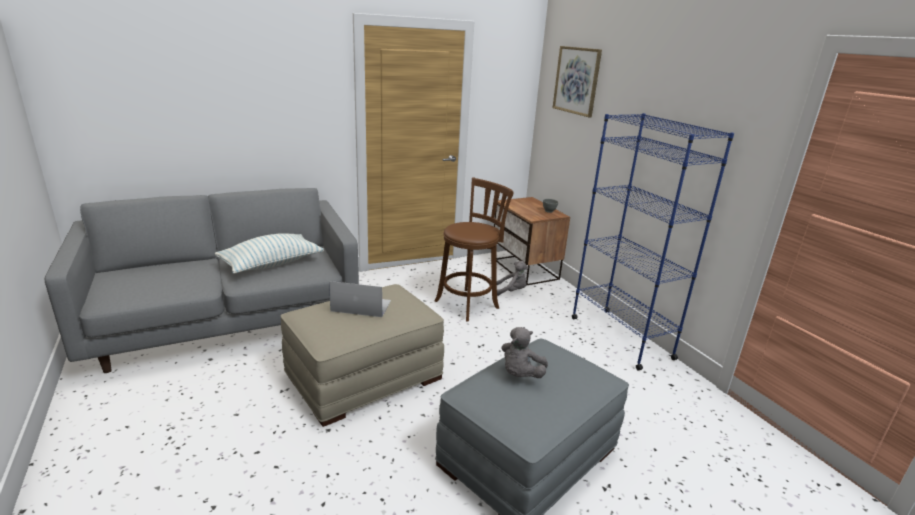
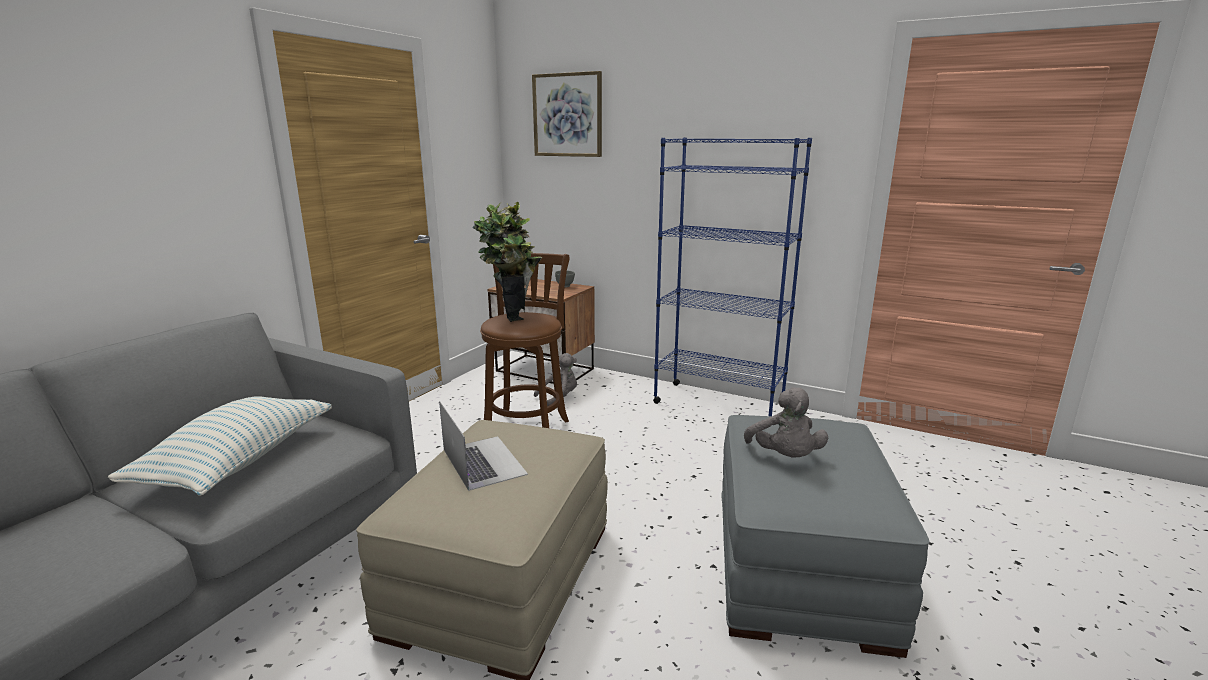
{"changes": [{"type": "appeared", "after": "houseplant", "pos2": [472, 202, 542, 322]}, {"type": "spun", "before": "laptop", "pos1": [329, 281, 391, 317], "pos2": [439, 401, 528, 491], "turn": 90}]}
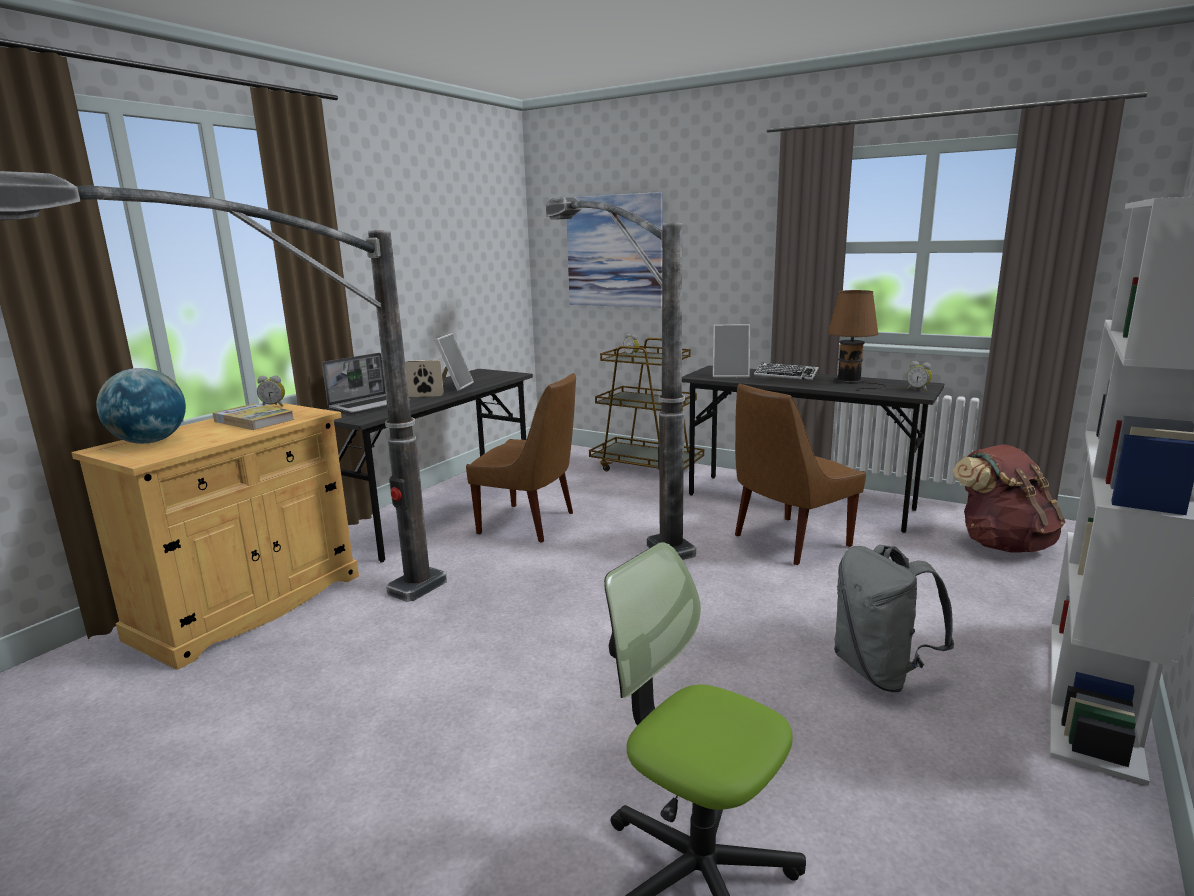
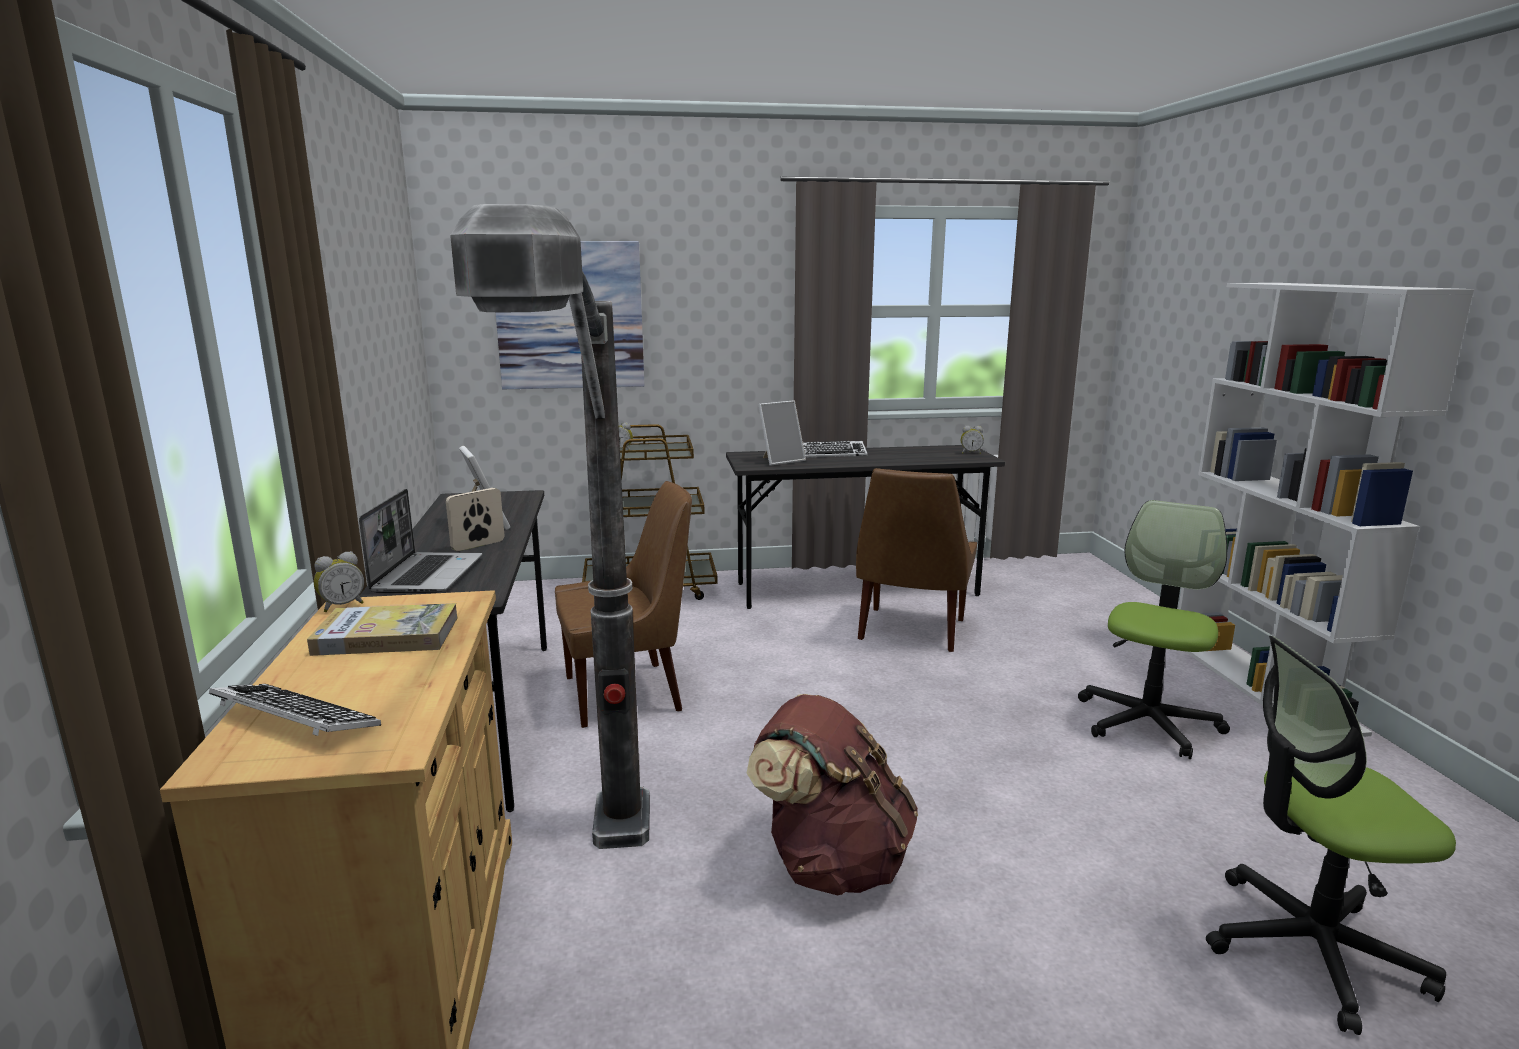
{"changes": [{"type": "missing", "before": "floor lamp", "pos1": [546, 197, 696, 560]}, {"type": "missing", "before": "brownish table lamp", "pos1": [827, 290, 885, 391]}, {"type": "relocated", "before": "brownish backpack", "pos1": [952, 444, 1065, 553], "pos2": [747, 694, 918, 895]}, {"type": "exchanged", "before": "desk globe", "after": "PC keyboard", "pos1": [96, 368, 186, 444], "pos2": [209, 684, 381, 736]}, {"type": "exchanged", "before": "greyish backpack", "after": "desk chair", "pos1": [834, 545, 954, 692], "pos2": [1078, 500, 1230, 759]}]}
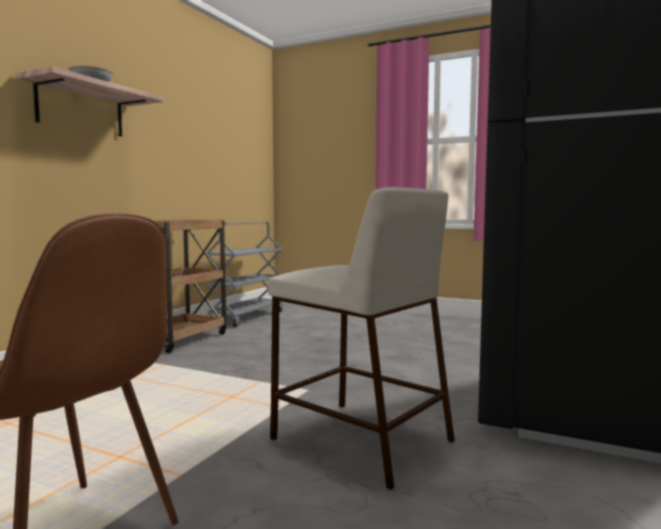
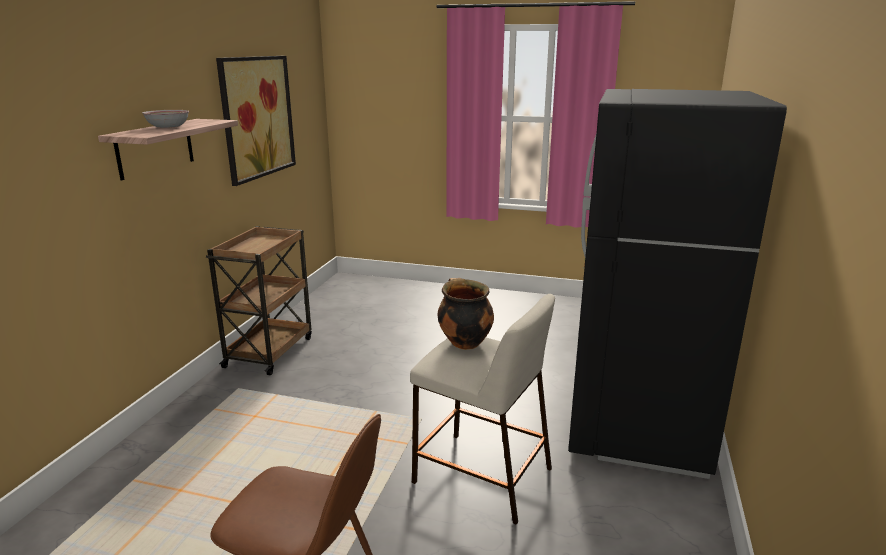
{"changes": [{"type": "missing", "before": "greyish trolley", "pos1": [207, 222, 284, 327]}, {"type": "appeared", "after": "wall art", "pos2": [216, 56, 296, 186]}, {"type": "appeared", "after": "stockpot", "pos2": [438, 278, 494, 350]}]}
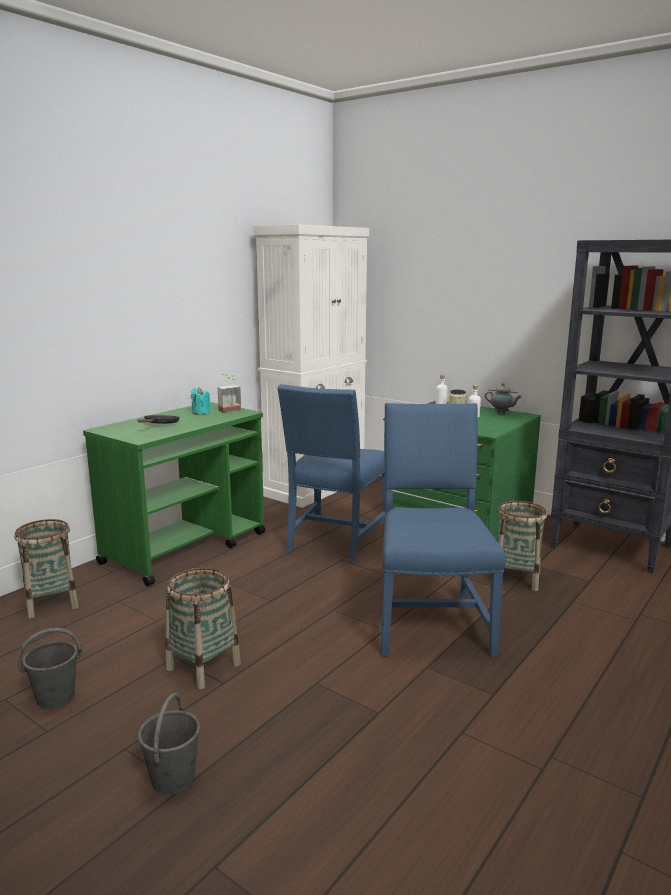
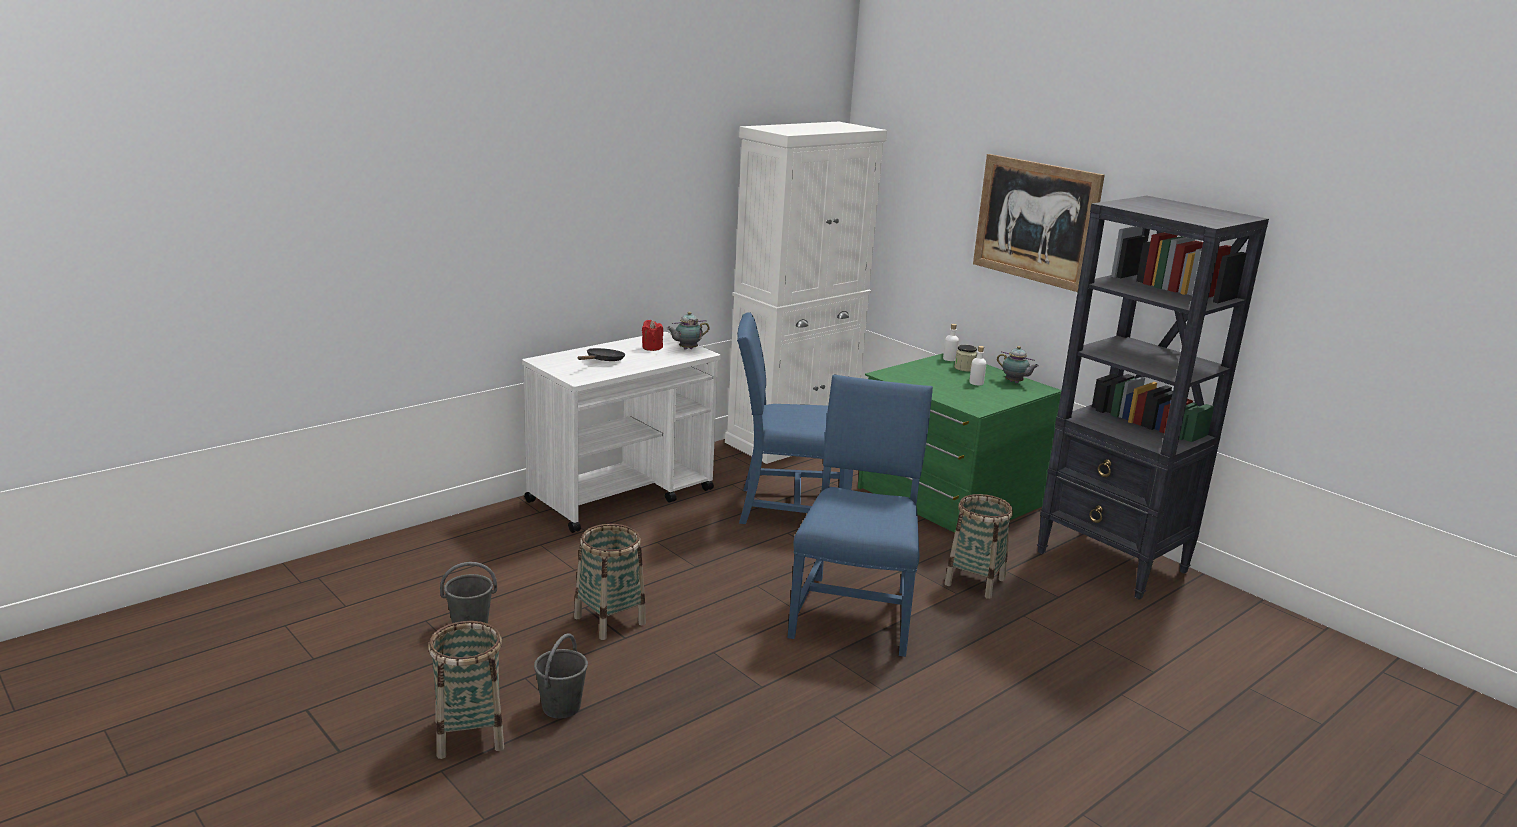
{"changes": [{"type": "appeared", "after": "wall art", "pos2": [973, 154, 1105, 292]}, {"type": "relocated", "before": "basket", "pos1": [14, 519, 79, 619], "pos2": [428, 621, 504, 759]}, {"type": "exchanged", "before": "houseplant", "after": "teapot", "pos1": [218, 374, 241, 413], "pos2": [666, 312, 710, 350]}, {"type": "colour", "before": "green trolley", "after": "whitish trolley", "pos1": [83, 402, 266, 586], "pos2": [522, 332, 721, 533]}, {"type": "colour", "before": "blue-green candle", "after": "reddish candle", "pos1": [191, 388, 211, 415], "pos2": [642, 320, 663, 351]}, {"type": "spun", "before": "blue chair", "pos1": [277, 384, 386, 563], "pos2": [737, 312, 853, 524], "turn": 60}]}
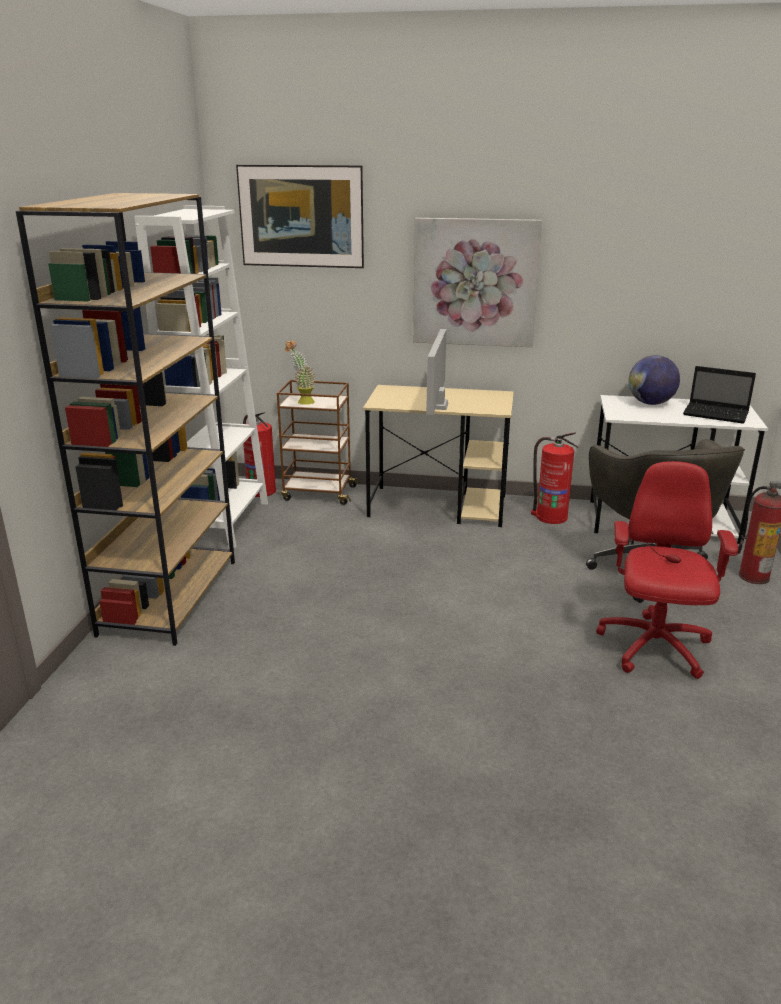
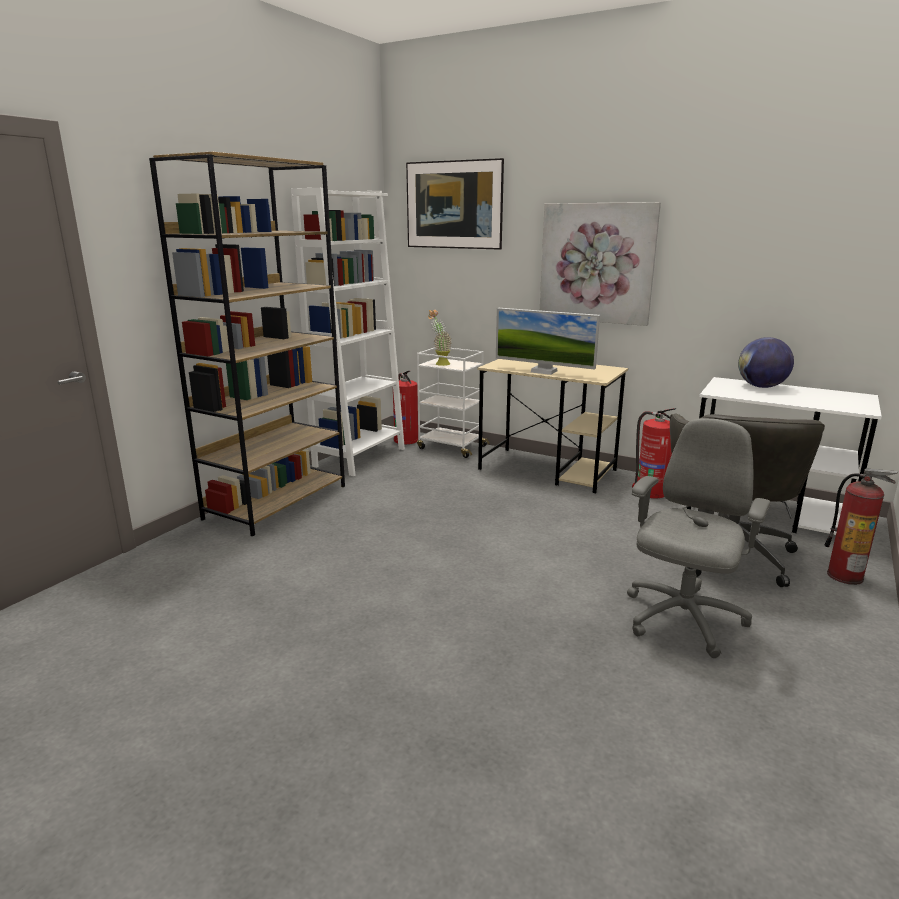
{"changes": [{"type": "missing", "before": "laptop", "pos1": [683, 366, 756, 424]}, {"type": "colour", "before": "brownish trolley", "after": "whitish trolley", "pos1": [277, 380, 360, 505], "pos2": [417, 347, 489, 458]}, {"type": "colour", "before": "reddish desk chair", "after": "greyish desk chair", "pos1": [596, 461, 738, 679], "pos2": [627, 418, 771, 658]}, {"type": "spun", "before": "monitor", "pos1": [426, 329, 448, 415], "pos2": [496, 308, 600, 375], "turn": -90}]}
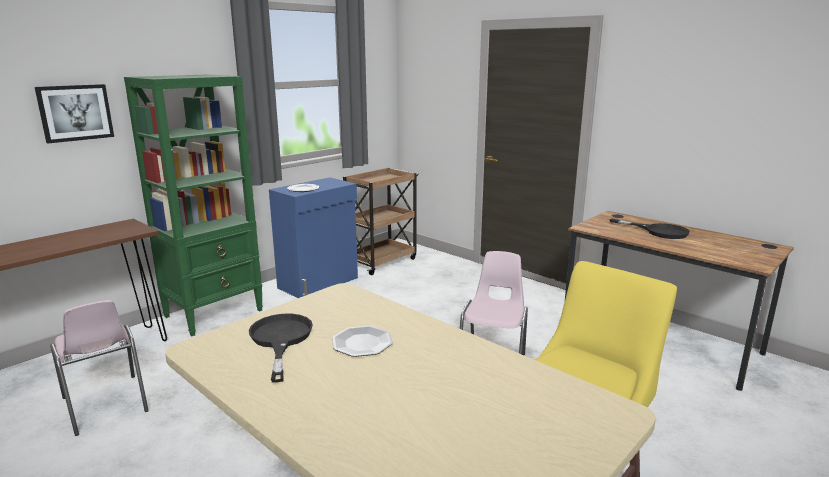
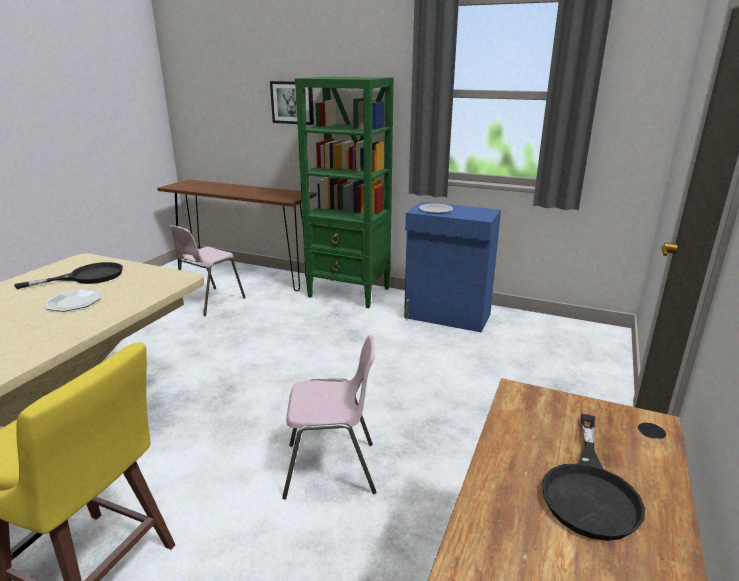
{"changes": [{"type": "missing", "before": "brownish trolley", "pos1": [343, 168, 419, 275]}]}
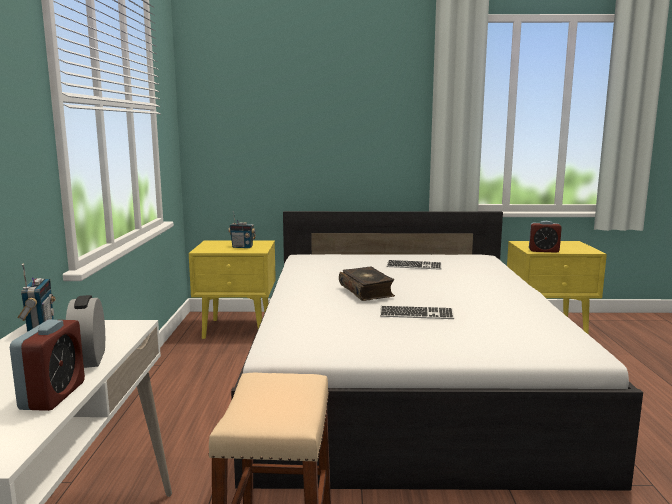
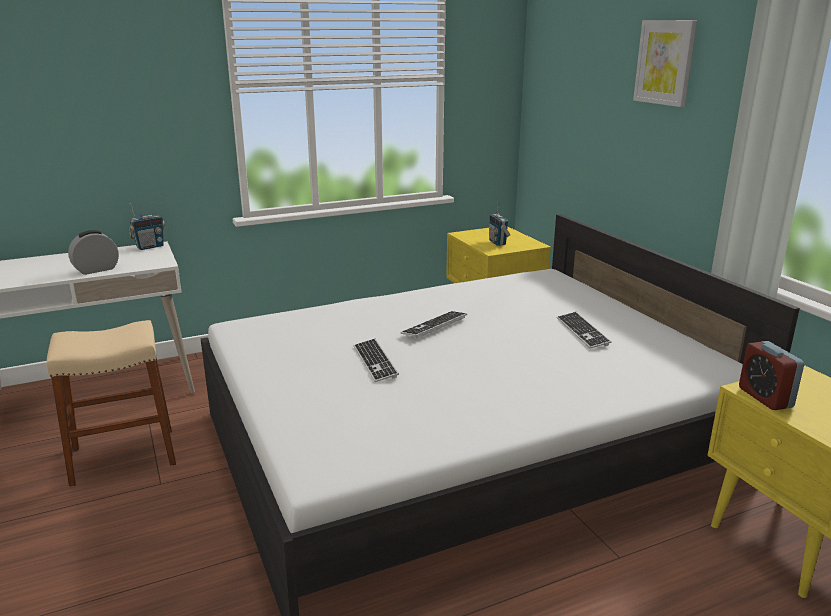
{"changes": [{"type": "missing", "before": "table clock", "pos1": [10, 320, 85, 411]}, {"type": "appeared", "after": "wall art", "pos2": [633, 20, 697, 107]}, {"type": "exchanged", "before": "volume", "after": "PC keyboard", "pos1": [339, 266, 395, 301], "pos2": [400, 311, 467, 339]}]}
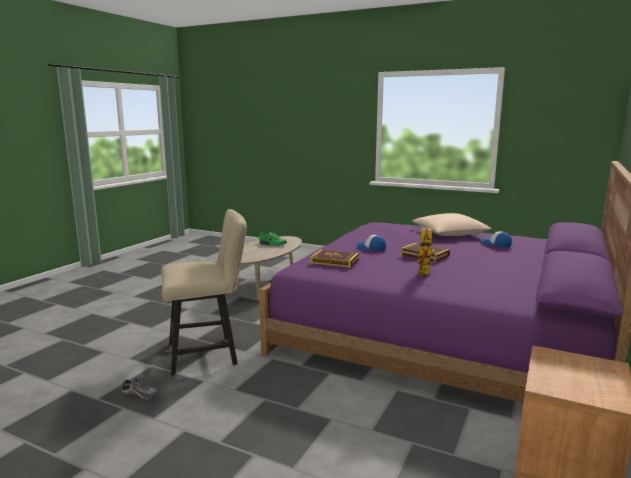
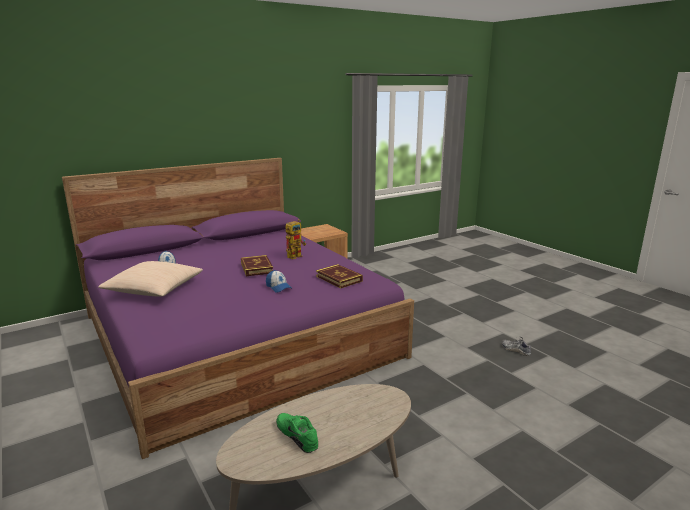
{"changes": [{"type": "missing", "before": "beige chair", "pos1": [161, 209, 247, 376]}]}
